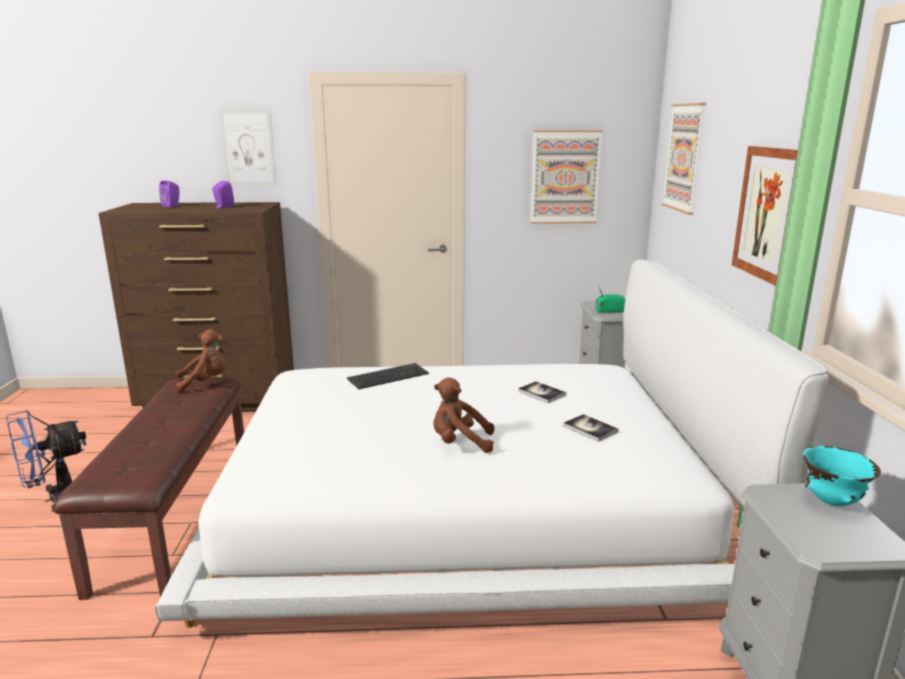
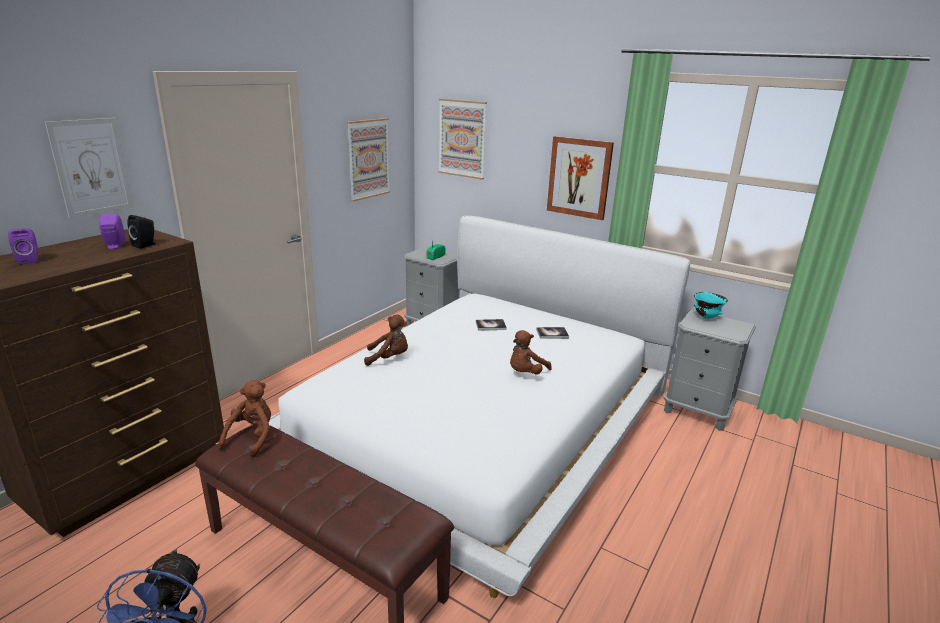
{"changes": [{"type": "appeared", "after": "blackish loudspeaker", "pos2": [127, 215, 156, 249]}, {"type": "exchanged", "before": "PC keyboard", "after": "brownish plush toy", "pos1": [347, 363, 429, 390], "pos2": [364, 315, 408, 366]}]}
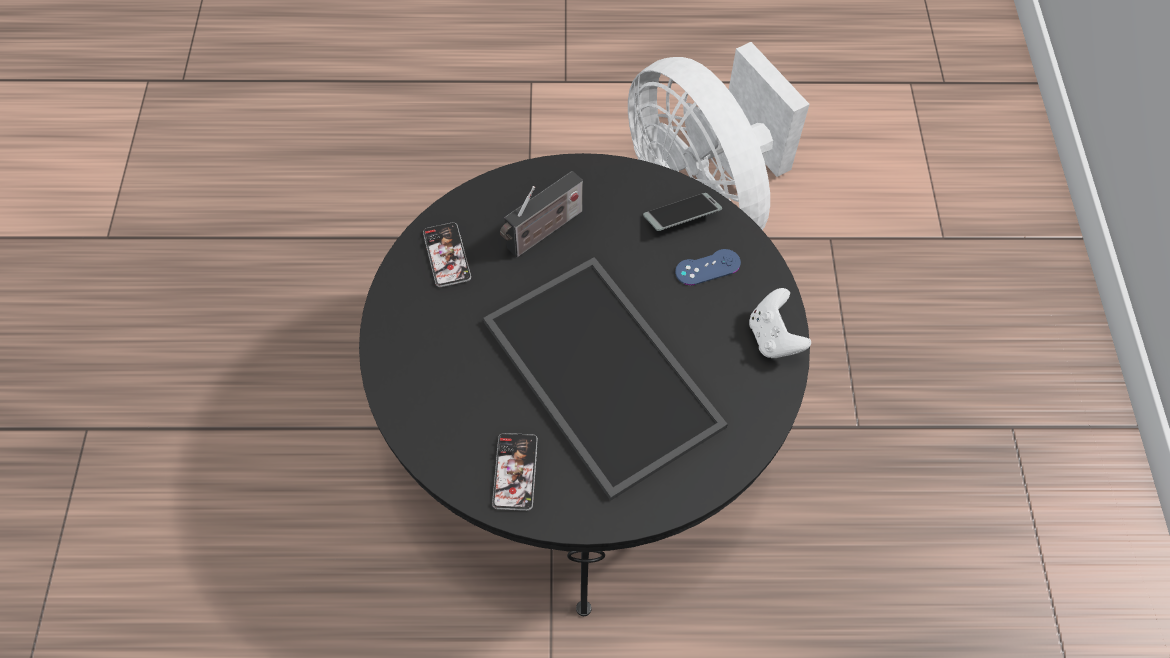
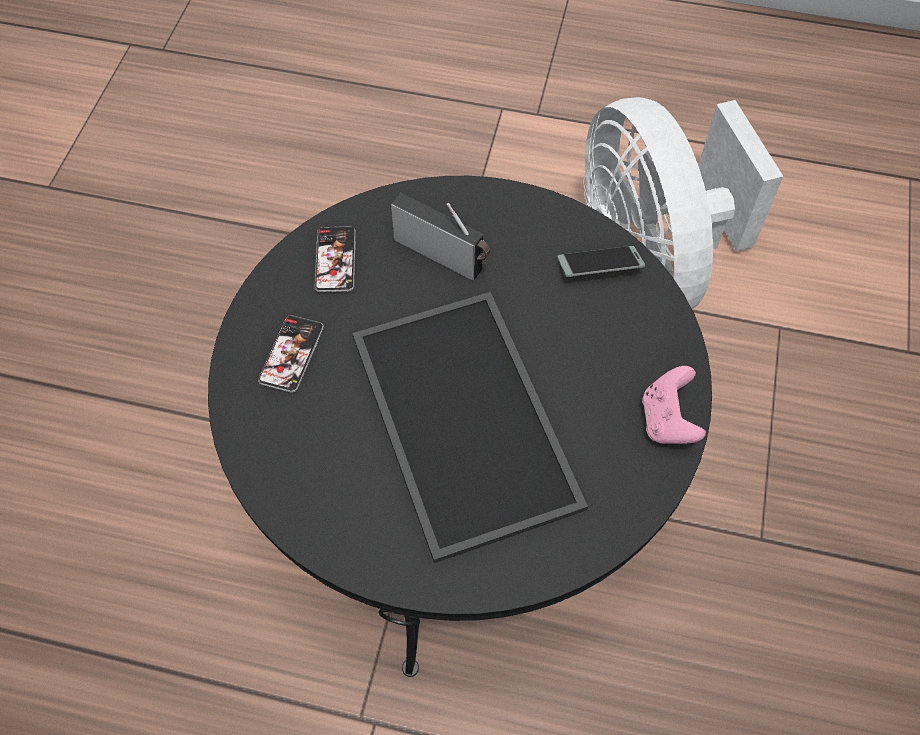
{"changes": [{"type": "missing", "before": "blue joypad", "pos1": [675, 249, 741, 285]}, {"type": "relocated", "before": "handset", "pos1": [492, 433, 538, 511], "pos2": [258, 315, 324, 393]}, {"type": "colour", "before": "whitish joypad", "after": "pink joypad", "pos1": [749, 288, 811, 358], "pos2": [642, 366, 706, 444]}, {"type": "spun", "before": "radio", "pos1": [500, 171, 583, 257], "pos2": [391, 193, 490, 281], "turn": -120}]}
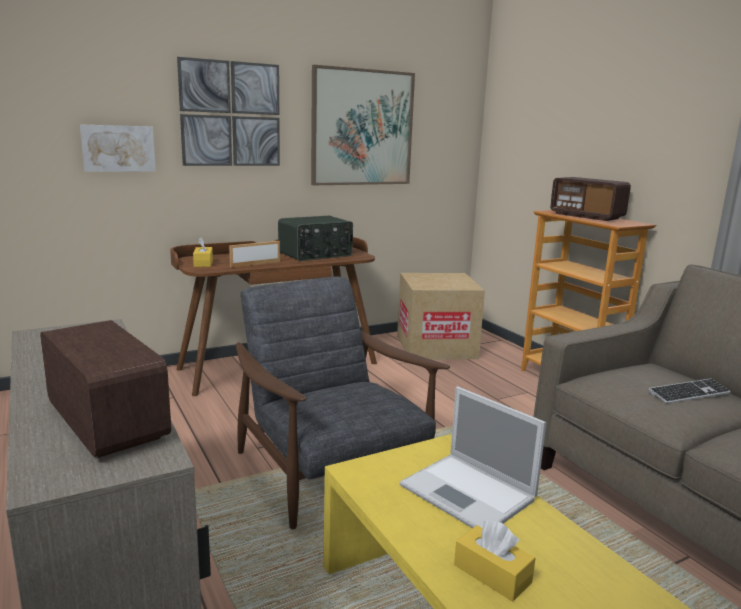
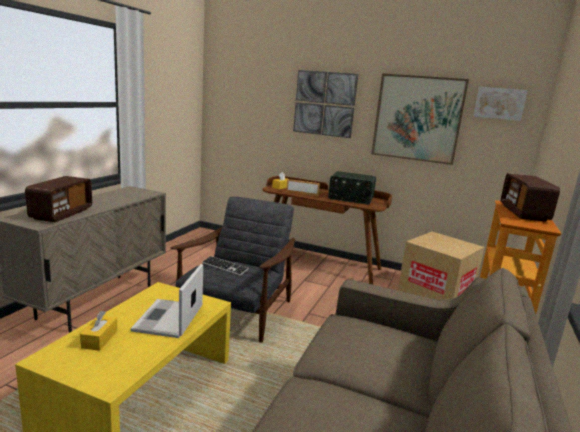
{"changes": [{"type": "relocated", "before": "wall art", "pos1": [80, 124, 156, 172], "pos2": [473, 87, 528, 121]}, {"type": "relocated", "before": "PC keyboard", "pos1": [648, 378, 731, 404], "pos2": [202, 256, 249, 276]}]}
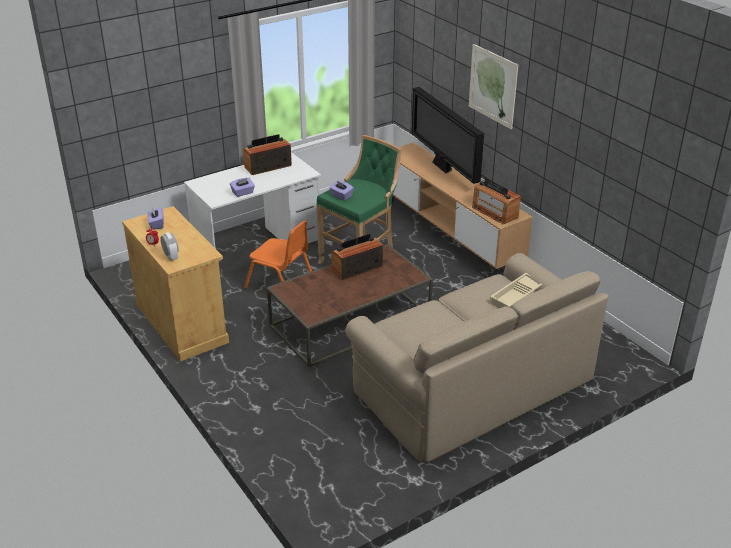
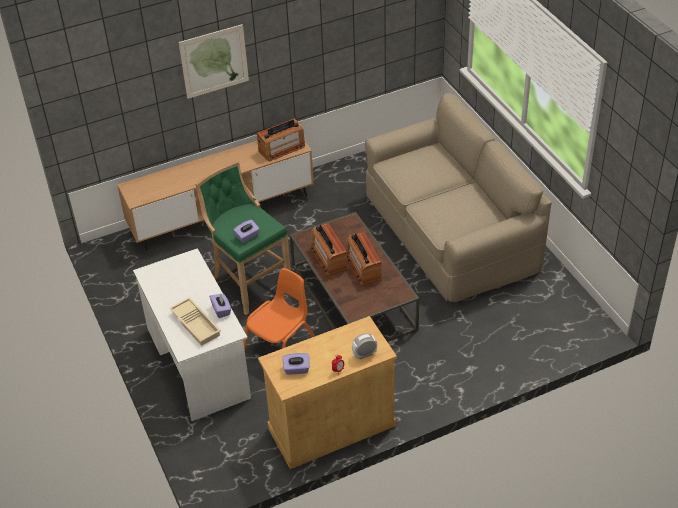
{"changes": [{"type": "missing", "before": "TV set", "pos1": [411, 87, 484, 184]}, {"type": "relocated", "before": "radio", "pos1": [243, 134, 292, 175], "pos2": [346, 232, 382, 286]}, {"type": "relocated", "before": "beige serving tray", "pos1": [490, 273, 542, 308], "pos2": [169, 297, 221, 346]}]}
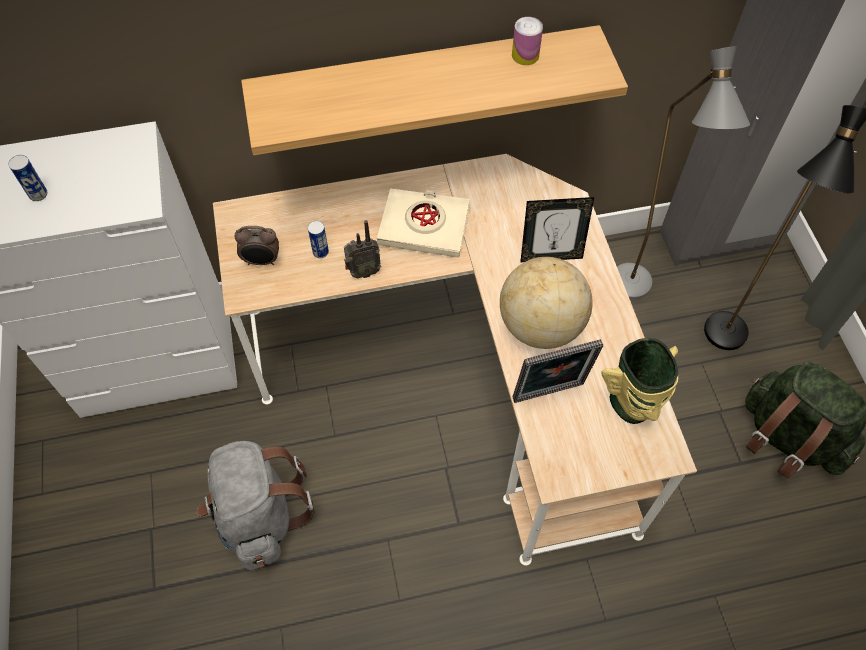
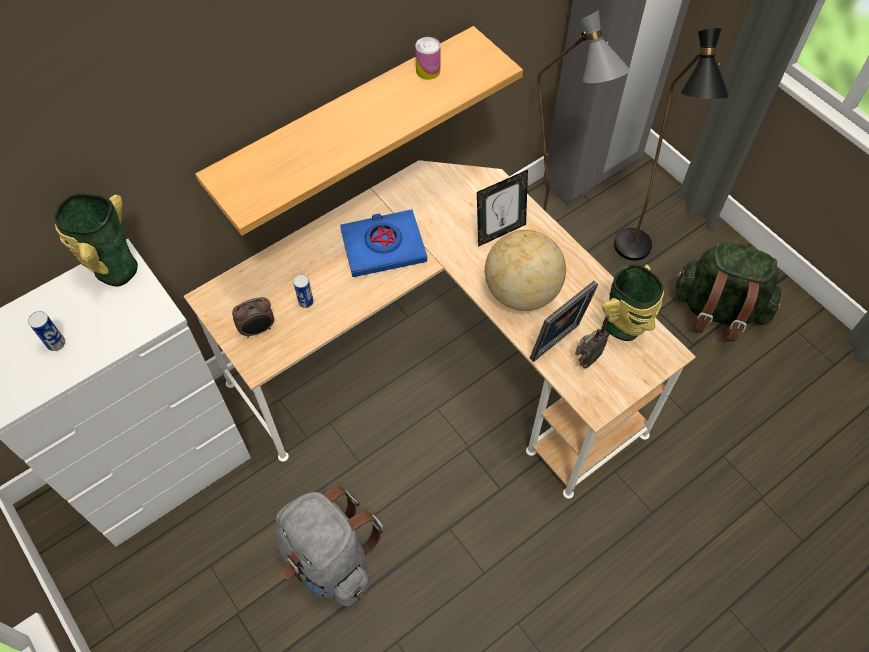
{"changes": [{"type": "appeared", "after": "flower vase", "pos2": [53, 193, 138, 287]}, {"type": "relocated", "before": "radio", "pos1": [344, 220, 381, 278], "pos2": [575, 315, 610, 369]}, {"type": "colour", "before": "beige volume", "after": "blue volume", "pos1": [377, 188, 470, 257], "pos2": [340, 209, 427, 277]}]}
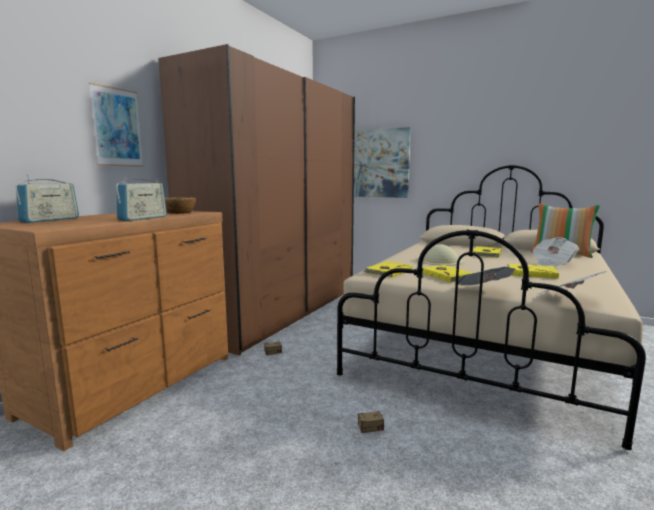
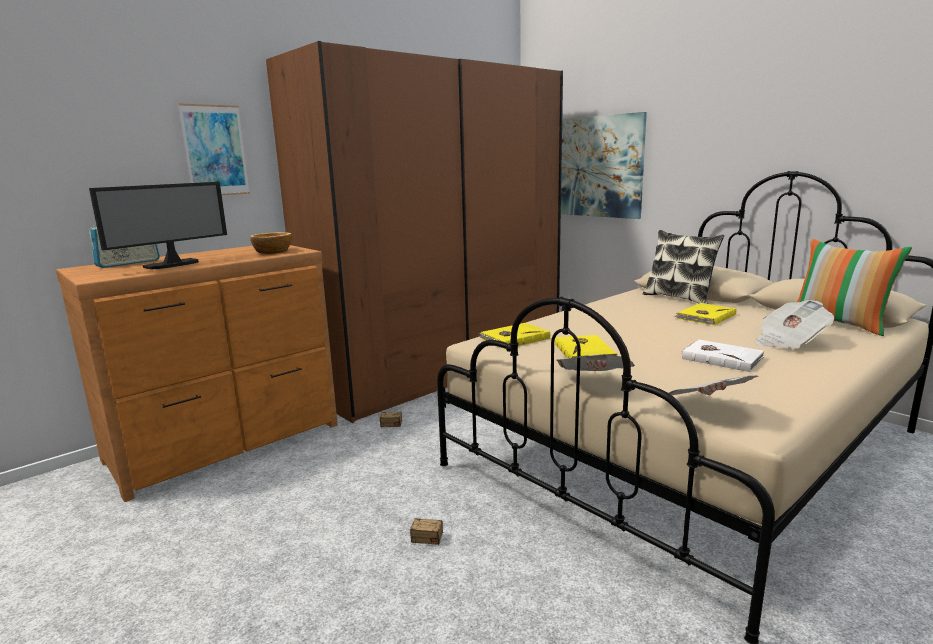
{"changes": [{"type": "missing", "before": "radio", "pos1": [116, 175, 167, 221]}, {"type": "missing", "before": "beige clothing hat", "pos1": [416, 245, 466, 266]}, {"type": "appeared", "after": "monitor", "pos2": [89, 182, 227, 269]}, {"type": "appeared", "after": "pillow", "pos2": [643, 230, 724, 304]}, {"type": "colour", "before": "yellowish volume", "after": "whitish volume", "pos1": [507, 264, 559, 279], "pos2": [682, 340, 765, 372]}]}
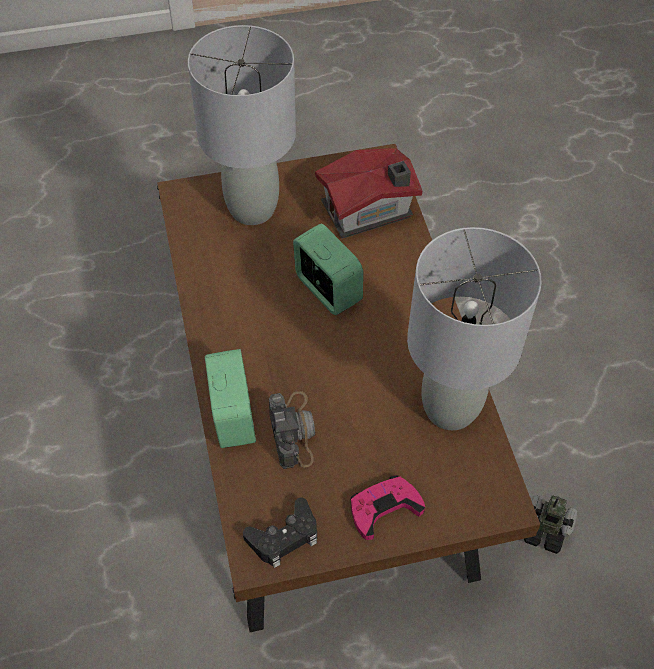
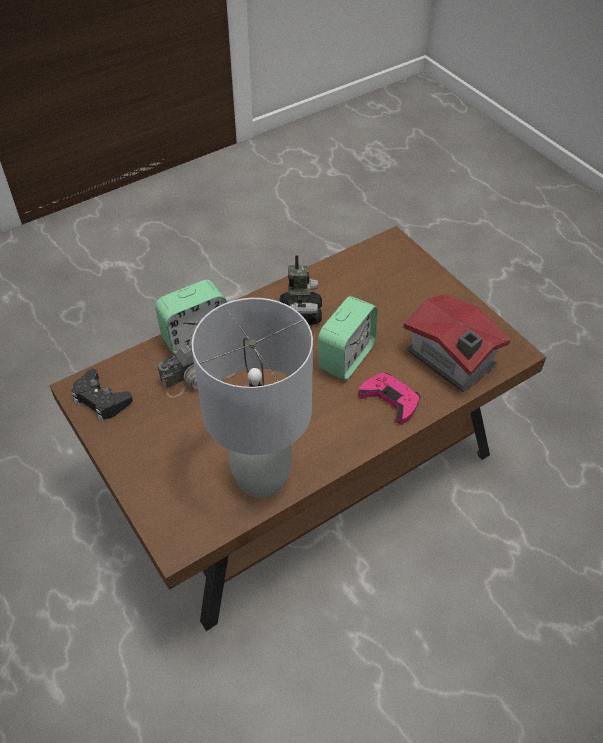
{"changes": [{"type": "missing", "before": "greyish table lamp", "pos1": [188, 25, 296, 225]}, {"type": "relocated", "before": "pink joypad", "pos1": [350, 475, 425, 540], "pos2": [358, 373, 421, 424]}, {"type": "relocated", "before": "model robot", "pos1": [524, 496, 577, 554], "pos2": [279, 255, 322, 326]}]}
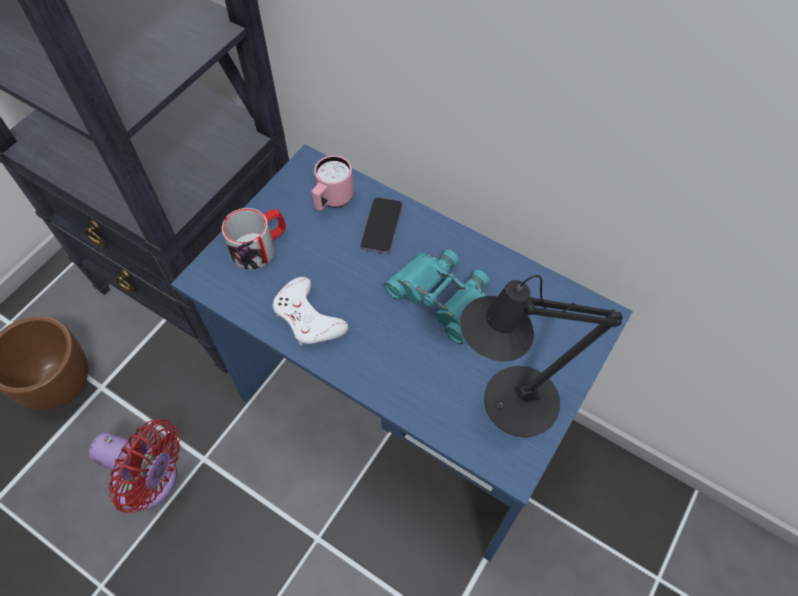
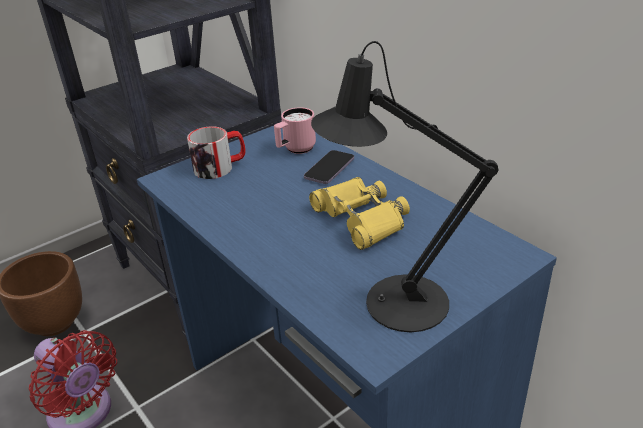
{"changes": [{"type": "missing", "before": "whitish joypad", "pos1": [273, 277, 348, 345]}, {"type": "colour", "before": "blue-green field glasses", "after": "yellowish field glasses", "pos1": [384, 249, 490, 344], "pos2": [309, 177, 410, 250]}]}
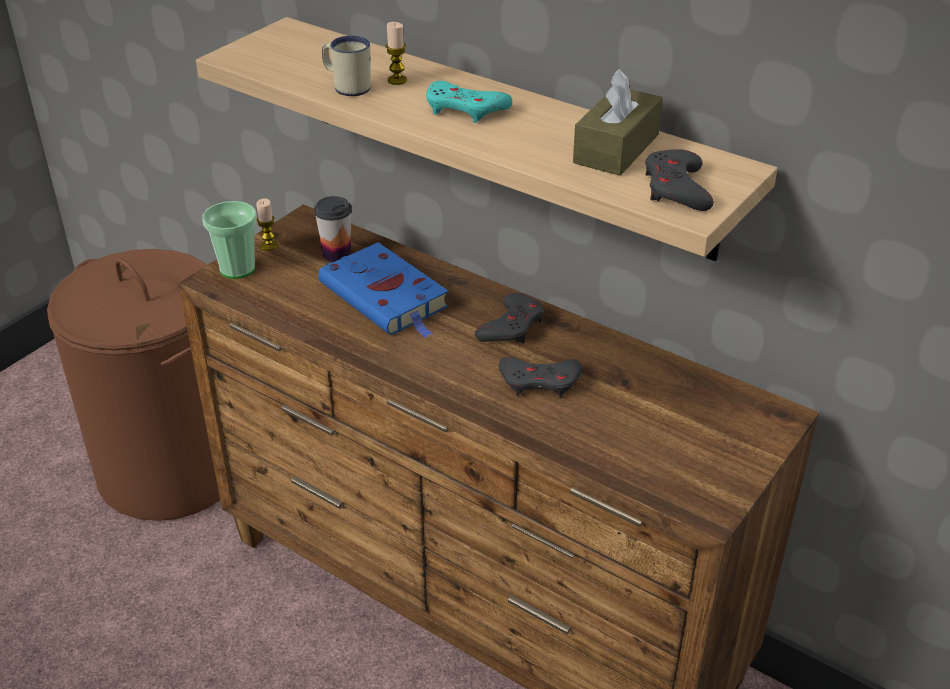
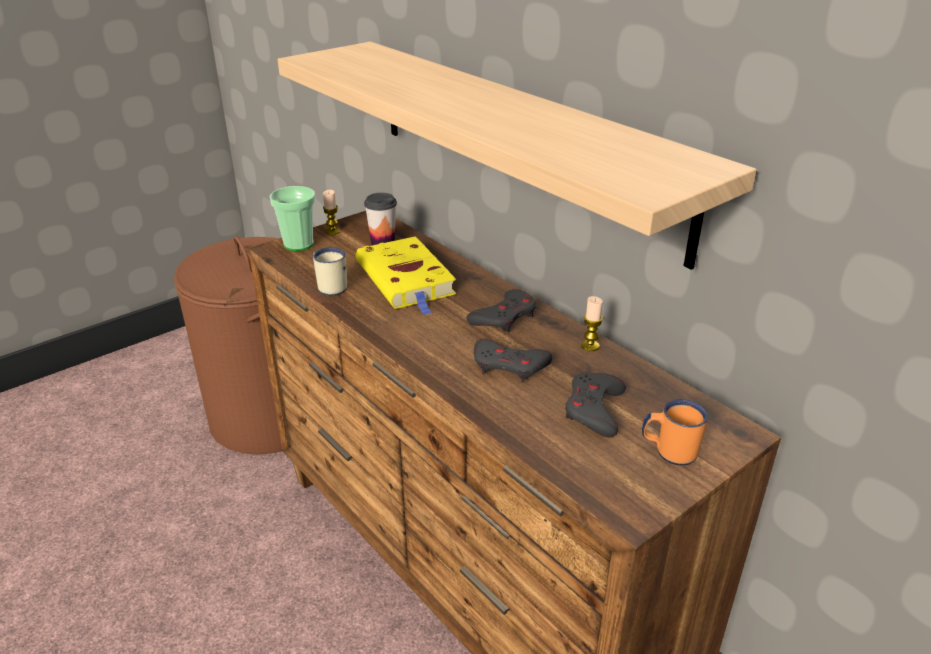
{"changes": [{"type": "missing", "before": "blue-green joypad", "pos1": [426, 81, 512, 123]}, {"type": "missing", "before": "brownish tissue holder", "pos1": [573, 69, 663, 176]}, {"type": "appeared", "after": "orange mug", "pos2": [642, 399, 708, 466]}, {"type": "relocated", "before": "beige mug", "pos1": [322, 36, 371, 96], "pos2": [313, 247, 347, 296]}, {"type": "relocated", "before": "candle", "pos1": [386, 22, 407, 85], "pos2": [581, 296, 603, 351]}, {"type": "relocated", "before": "greyish joypad", "pos1": [645, 149, 714, 211], "pos2": [565, 373, 626, 437]}, {"type": "colour", "before": "blue volume", "after": "yellowish volume", "pos1": [318, 242, 449, 338], "pos2": [356, 236, 456, 315]}]}
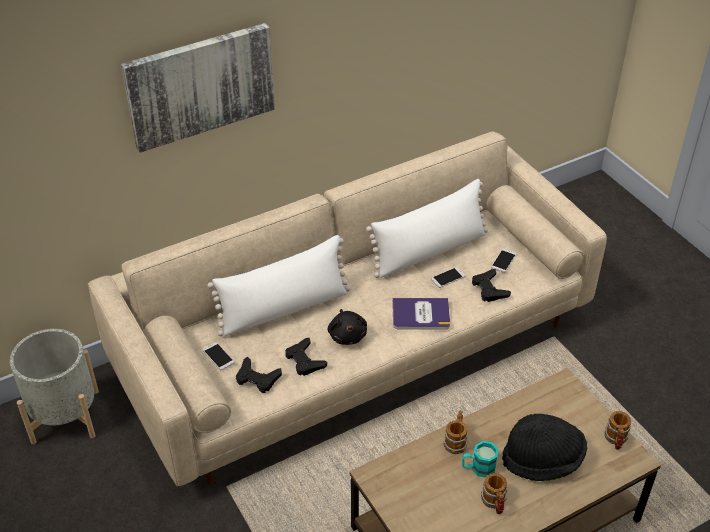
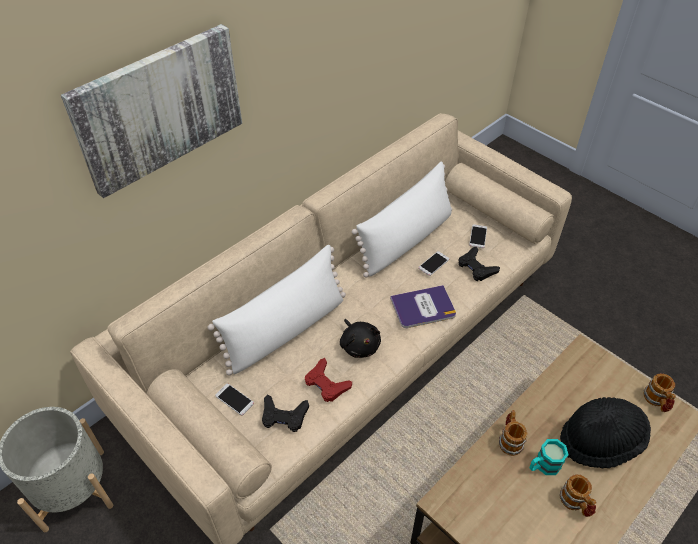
{"changes": [{"type": "colour", "before": "blackish joypad", "after": "reddish joypad", "pos1": [285, 338, 327, 376], "pos2": [305, 358, 352, 402]}]}
